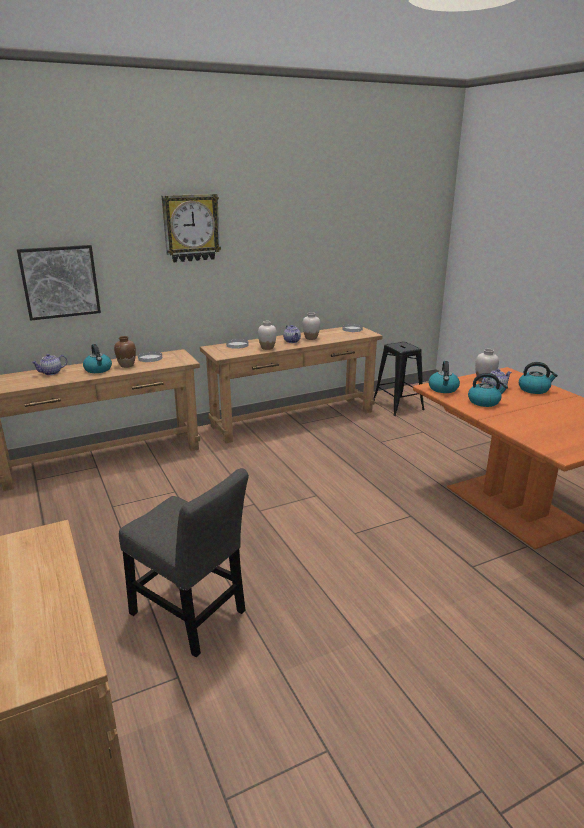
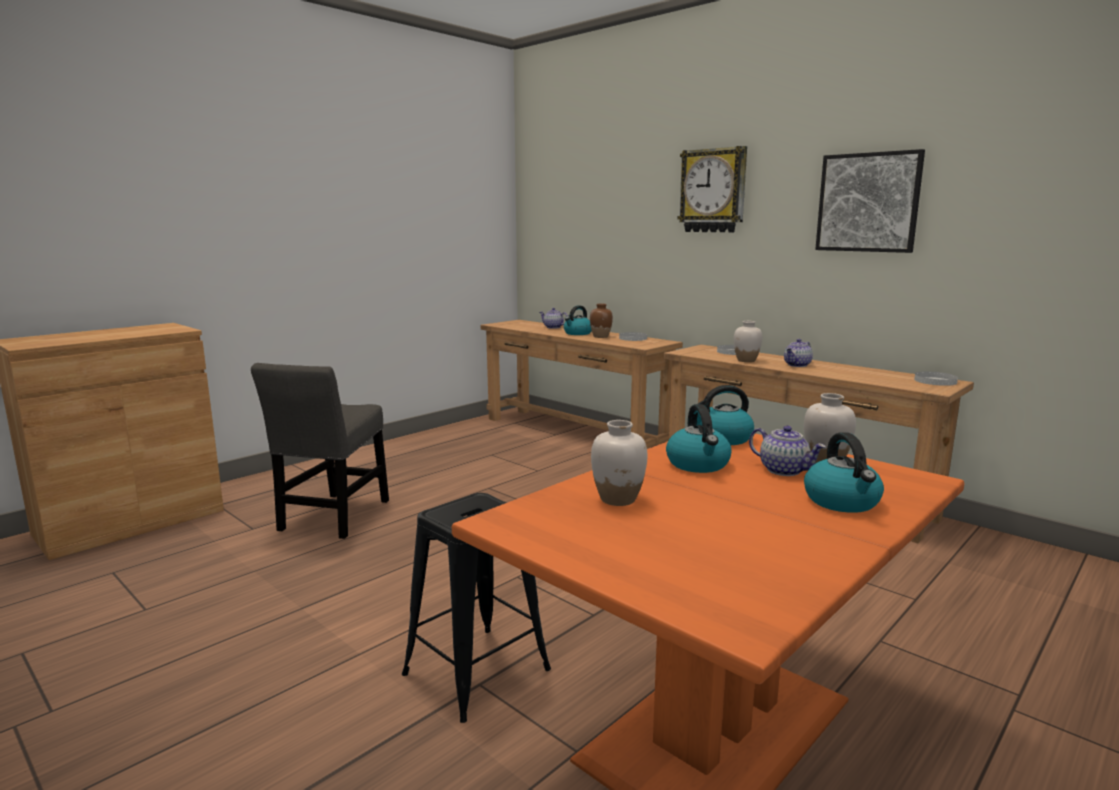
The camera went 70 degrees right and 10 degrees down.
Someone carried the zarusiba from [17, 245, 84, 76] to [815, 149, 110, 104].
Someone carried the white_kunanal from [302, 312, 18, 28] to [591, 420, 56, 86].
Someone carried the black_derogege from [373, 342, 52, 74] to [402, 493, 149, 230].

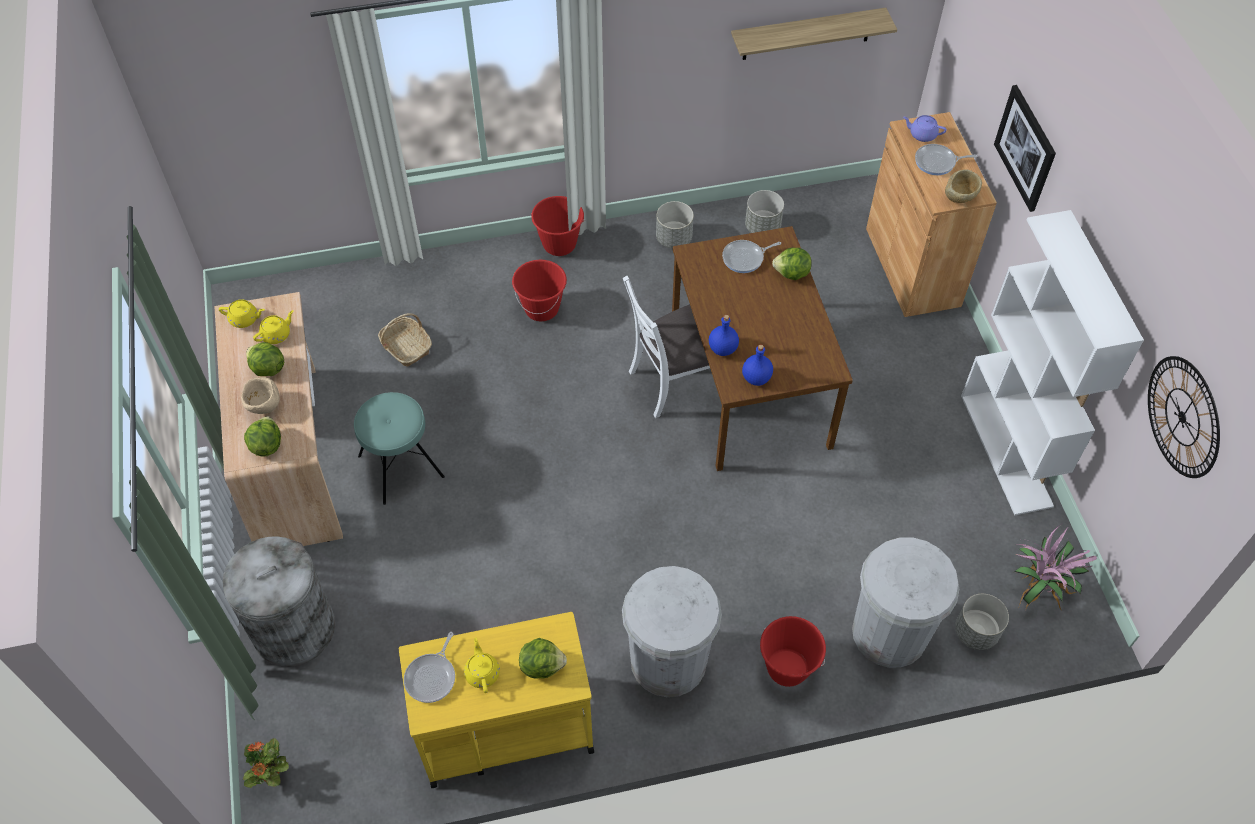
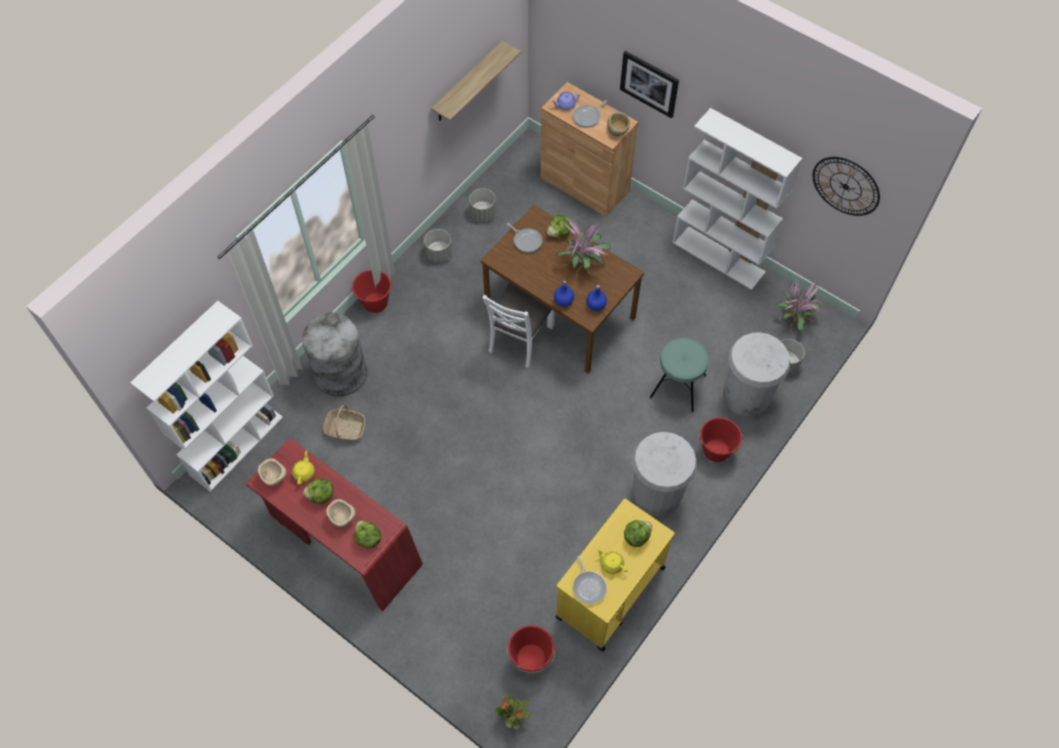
The camera went 40 degrees left and 5 degrees up.
Someone rotated the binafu at [722, 240, 59, 33] by 75 degrees counterclockwise.
Someone carried the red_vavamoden from [512, 260, 55, 61] to [507, 625, 48, 47].
Someone repainted the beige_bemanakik at [214, 292, 129, 254], which became the red_bemanakik at [246, 438, 177, 173].
Someone swapped the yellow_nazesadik at [219, 299, 46, 29] for the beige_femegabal at [258, 458, 29, 28].
Someone carried the turquoise_derogege from [354, 392, 91, 113] to [650, 338, 59, 74].
Someone carried the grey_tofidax from [223, 536, 112, 131] to [302, 312, 65, 85].
Someone put down the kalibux at [556, 216, 54, 62].
Someone put down the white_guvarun at [130, 301, 153, 191].

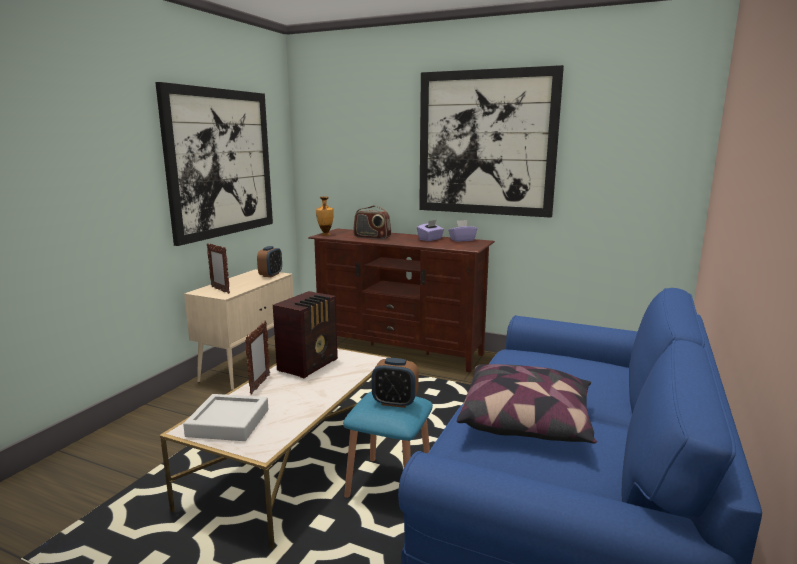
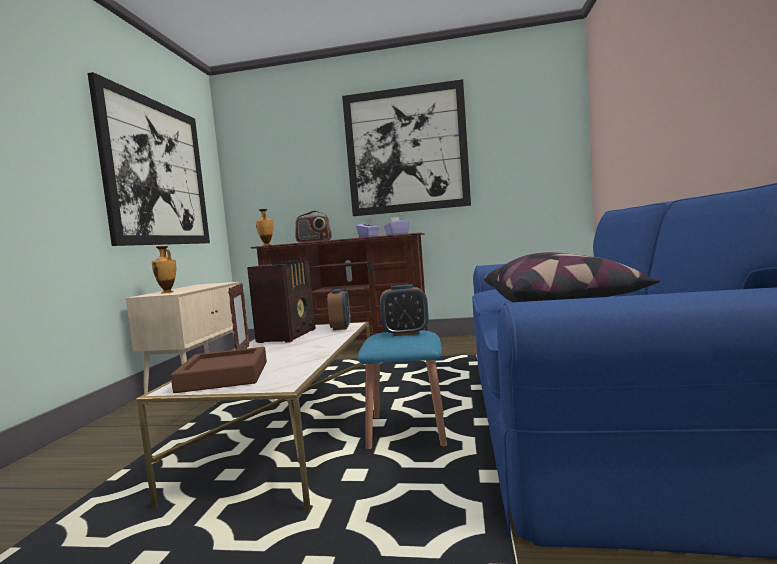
The camera went 15 degrees left and 10 degrees down.
Someone swapped the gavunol at [207, 243, 23, 51] for the kunanal at [152, 246, 24, 47].
Someone carried the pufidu from [257, 246, 25, 31] to [327, 289, 24, 41].
Someone repainted the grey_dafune at [183, 394, 85, 47], which became the brown_dafune at [171, 347, 96, 46].

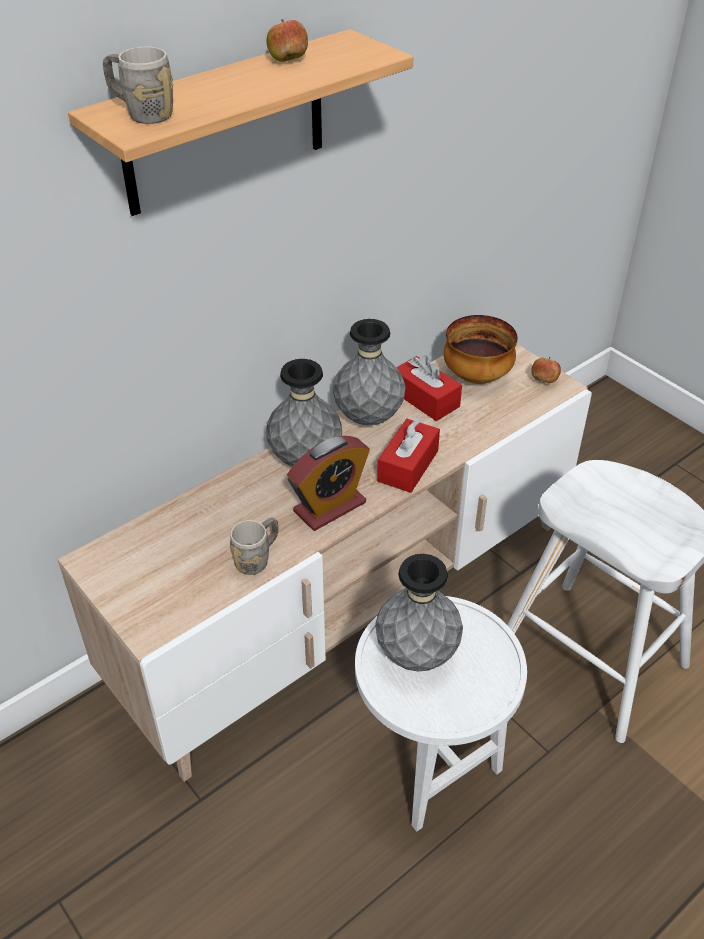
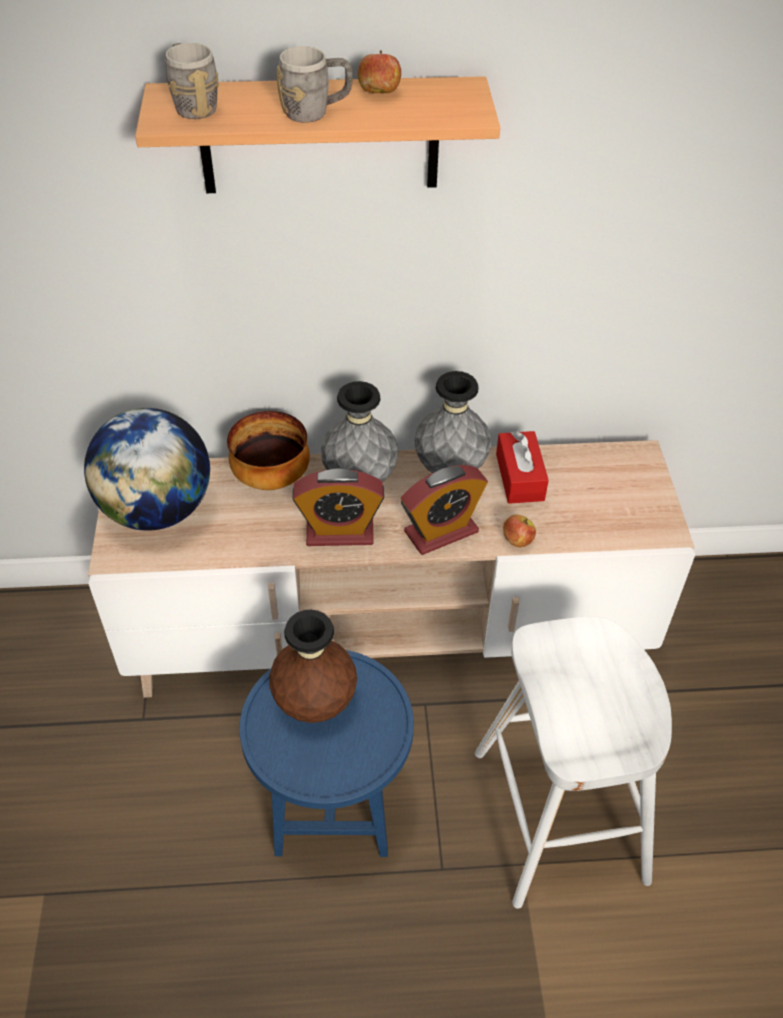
The camera went 35 degrees right and 5 degrees up.
Someone carried the femegabal from [444, 315, 74, 69] to [227, 411, 83, 79].
Someone carried the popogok from [531, 357, 30, 26] to [503, 515, 33, 32].
Someone swapped the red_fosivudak at [377, 417, 63, 76] for the pufidu at [401, 465, 87, 90].
Someone carried the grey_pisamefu from [230, 518, 49, 57] to [277, 46, 76, 77].
Someone repainted the grey_kunanal at [375, 554, 88, 117], which became the brown_kunanal at [269, 610, 88, 113].
Someone repainted the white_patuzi at [355, 596, 172, 236], which became the blue_patuzi at [239, 650, 175, 207].
Someone put down the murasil at [84, 408, 126, 123].

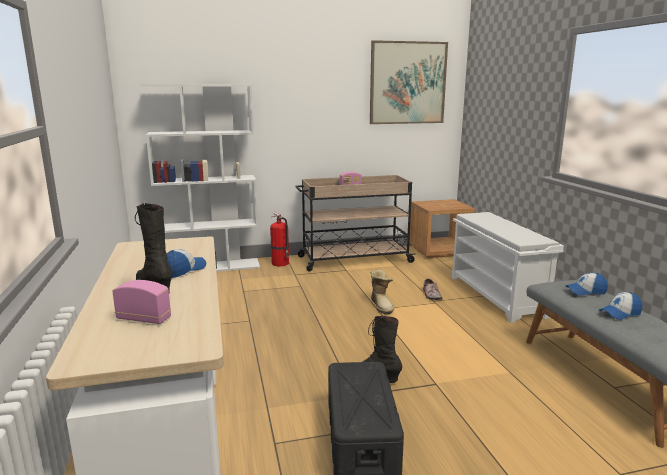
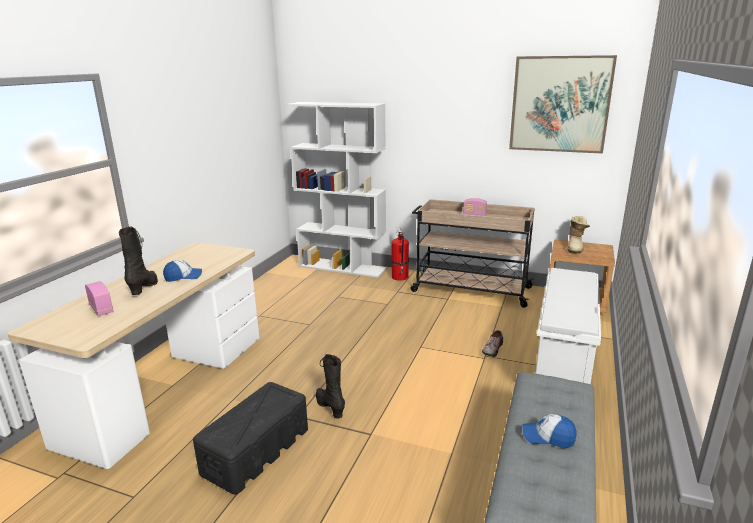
The camera went 35 degrees right and 5 degrees up.
Someone carried the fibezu from [371, 270, 23, 45] to [567, 216, 23, 38].
Someone took away the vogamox at [566, 273, 42, 23].

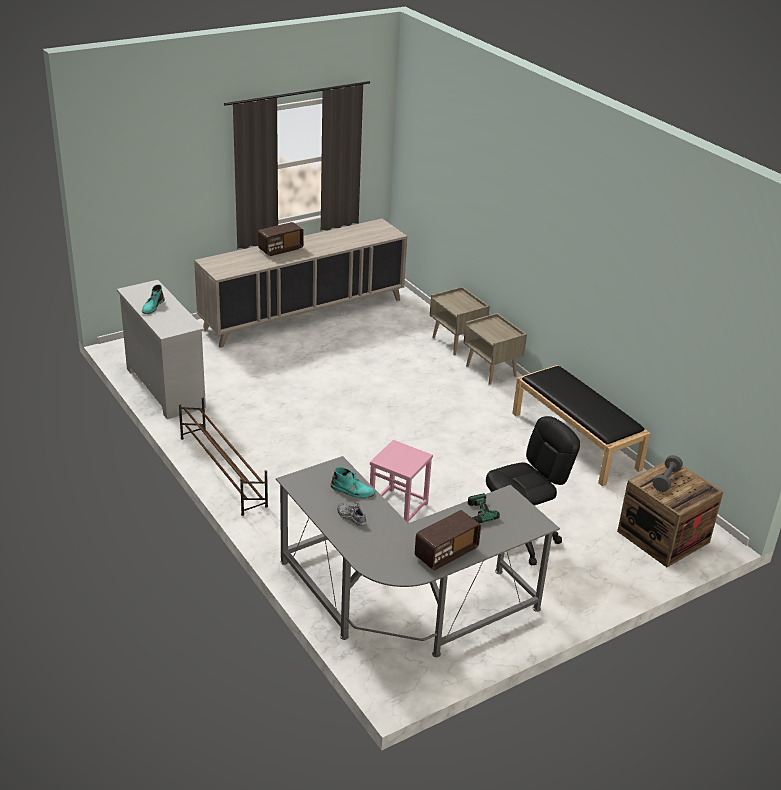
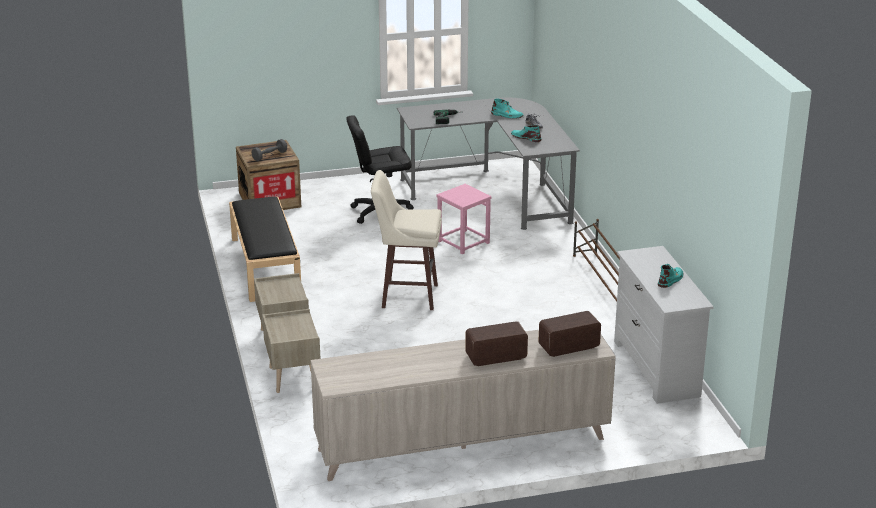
The camera went 160 degrees left and 5 degrees down.
Someone carried the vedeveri from [414, 510, 67, 60] to [538, 311, 63, 46].
Someone put down the turquoise_fibezu at [491, 99, 33, 19].
Someone put down the beige_derogege at [371, 170, 71, 140].

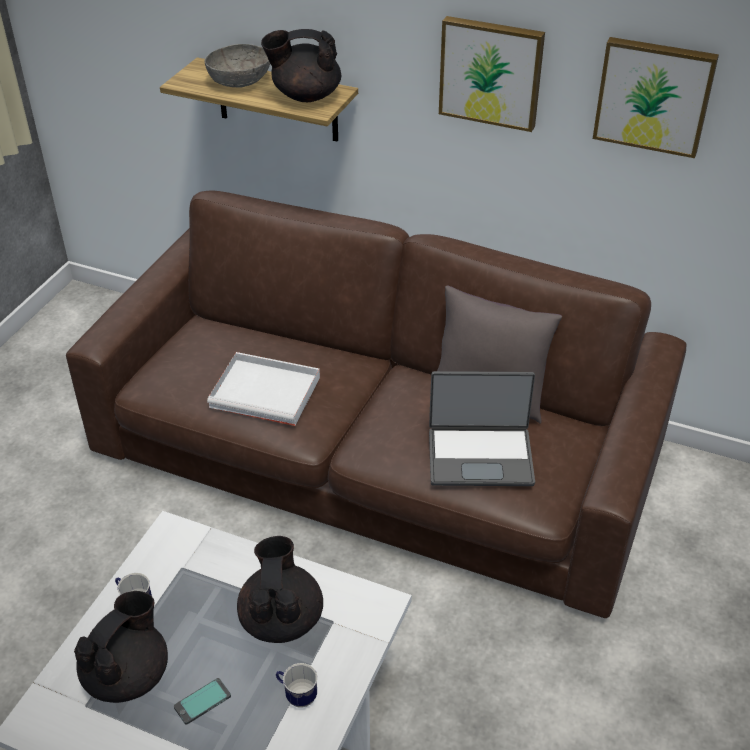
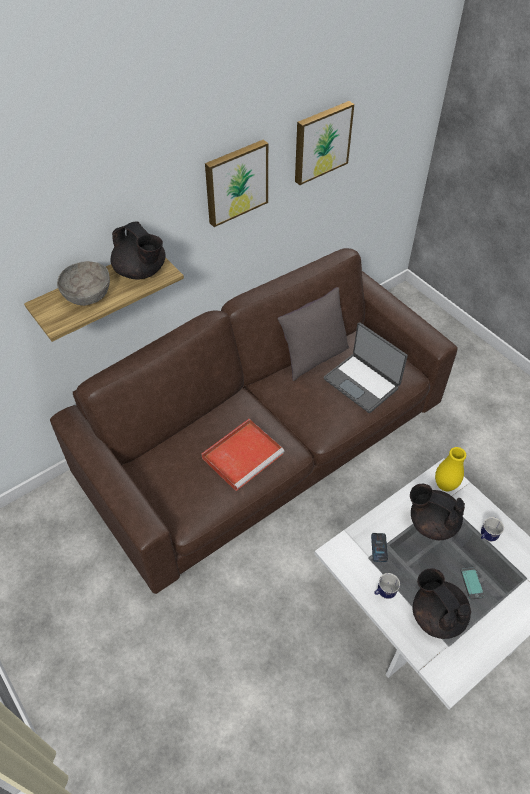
The camera went 60 degrees left and 10 degrees up.
Someone rotated the black_nazesadik at [261, 29, 80, 73] by 75 degrees counterclockwise.
Someone repainted the white_dafune at [207, 352, 113, 74], which became the red_dafune at [202, 419, 83, 72].
Someone rotated the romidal at [429, 371, 106, 115] by 105 degrees clockwise.
Someone put down the yellow_kunanal at [435, 447, 31, 44].
Someone put down the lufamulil at [371, 533, 17, 29].

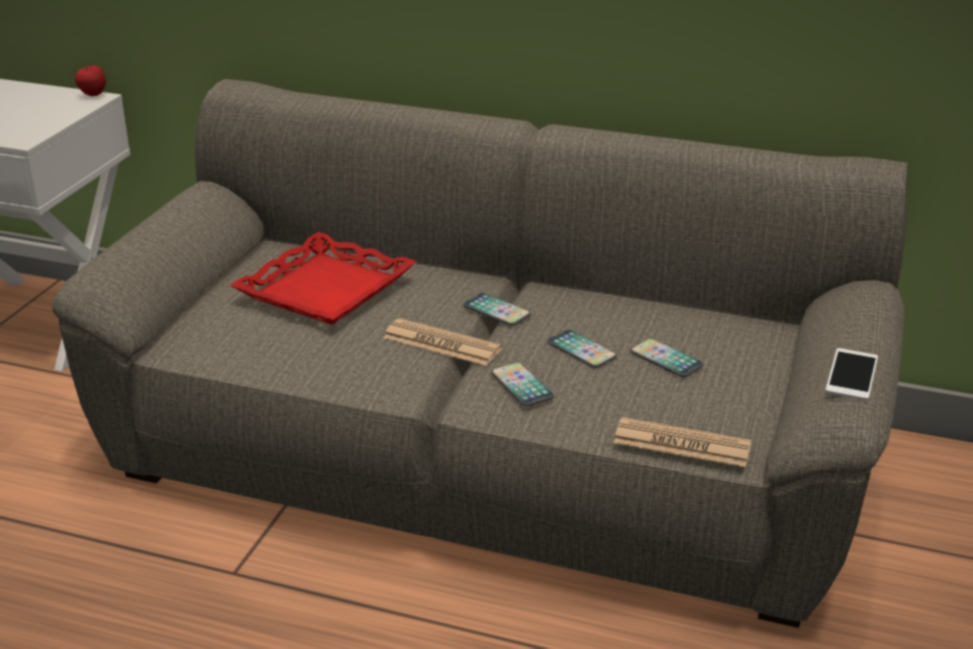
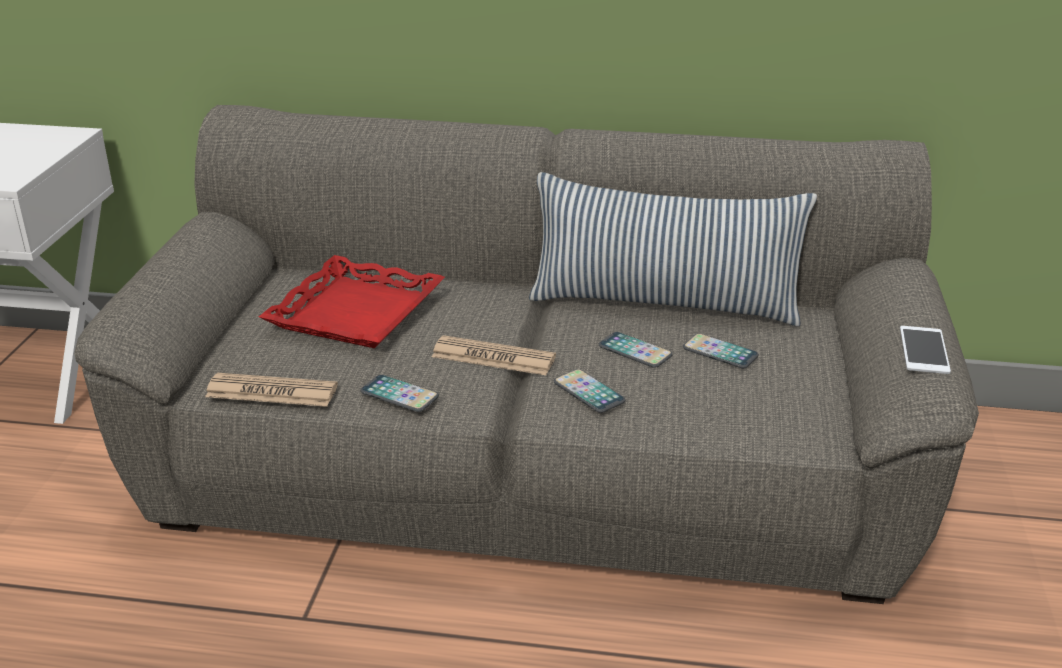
The camera went 10 degrees left and 0 degrees up.
Someone took away the popogok at [75, 65, 31, 31].
Someone carried the lufamulil from [463, 293, 68, 33] to [361, 375, 78, 37].
Someone carried the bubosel from [614, 417, 137, 50] to [205, 373, 133, 34].
Someone put down the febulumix at [529, 172, 288, 154].

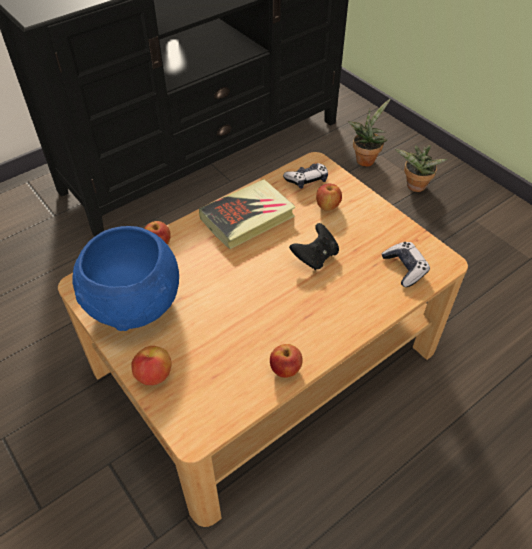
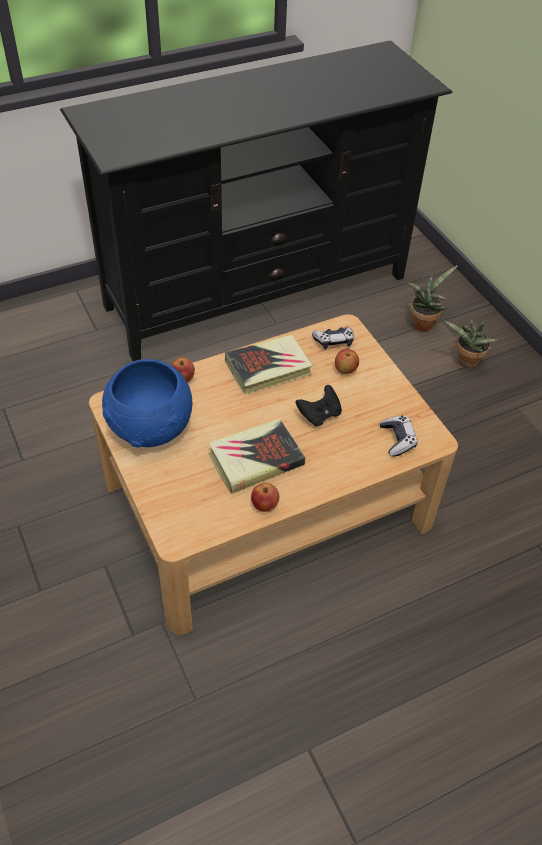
The camera went 10 degrees right and 0 degrees up.
Someone took away the popogok at [131, 346, 41, 39].
Someone put down the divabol at [209, 418, 96, 76].

